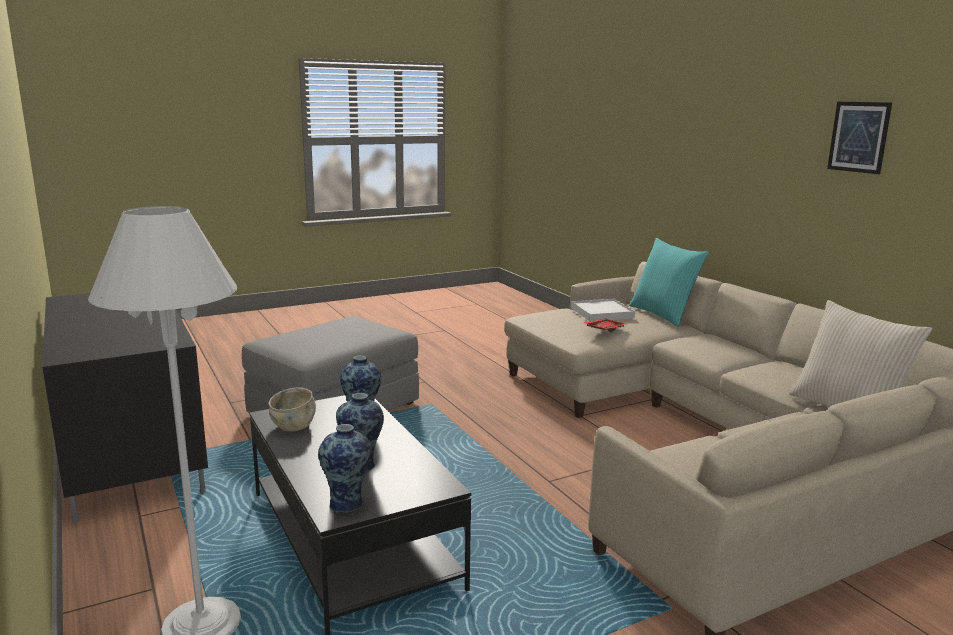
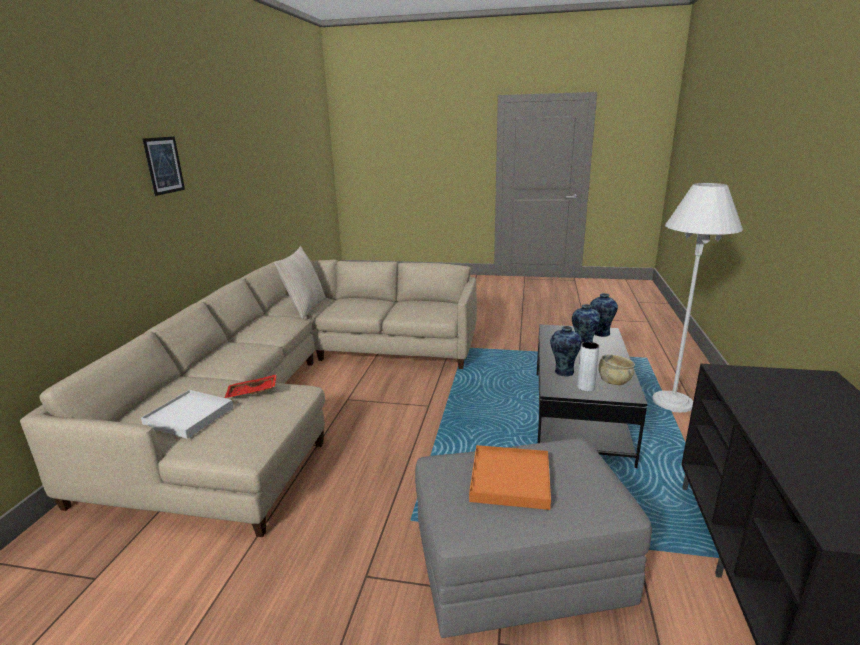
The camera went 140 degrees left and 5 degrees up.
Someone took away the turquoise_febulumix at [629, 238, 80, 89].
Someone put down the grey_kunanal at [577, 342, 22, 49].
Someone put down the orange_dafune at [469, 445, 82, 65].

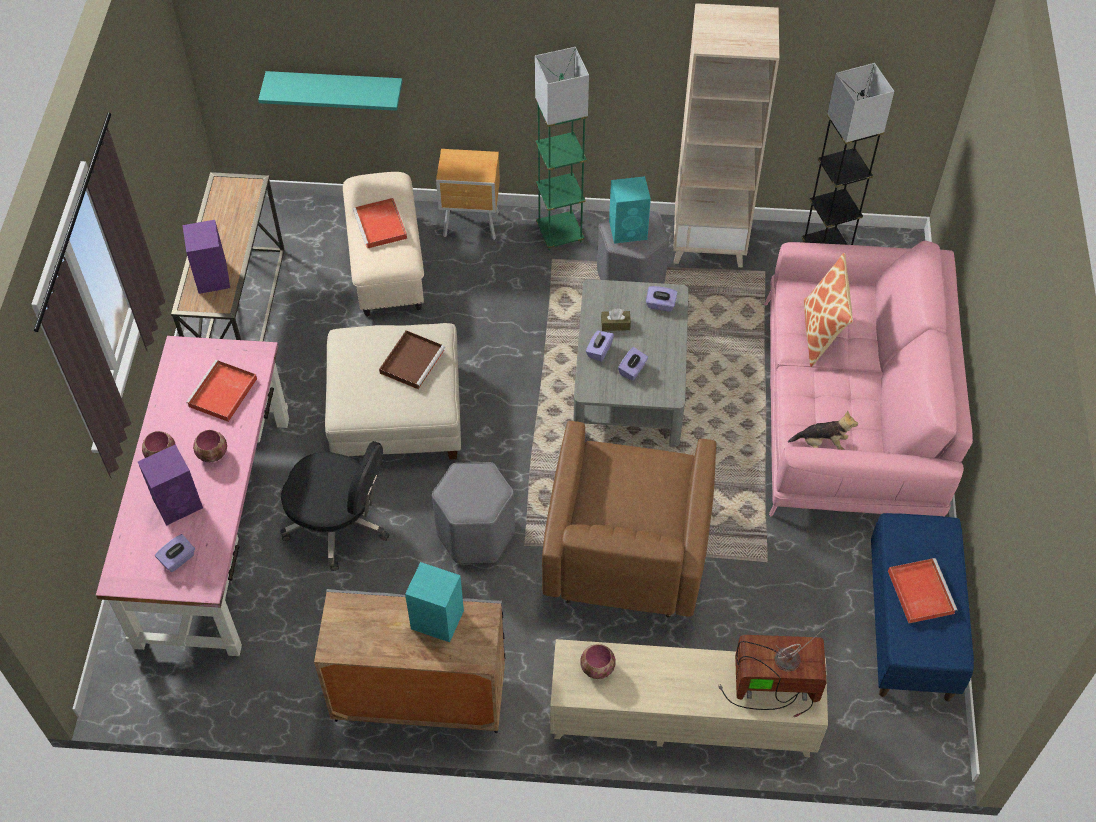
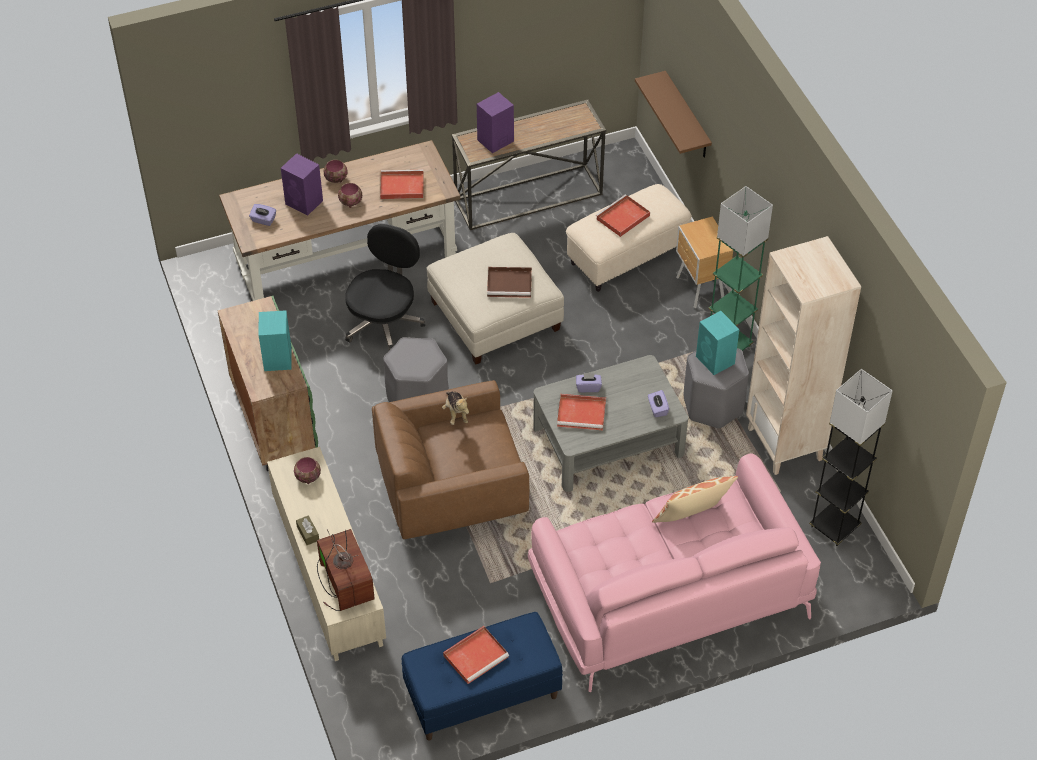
The camera went 65 degrees right and 5 degrees down.
Someone repainted the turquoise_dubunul at [258, 71, 144, 40], which became the brown_dubunul at [635, 71, 77, 87].
Someone carried the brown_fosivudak from [601, 308, 30, 23] to [296, 515, 23, 30].
Someone repainted the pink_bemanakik at [96, 336, 193, 320], which became the brown_bemanakik at [219, 140, 241, 161].
Someone swapped the purple_fosivudak at [618, 347, 30, 34] for the red_dafune at [557, 394, 49, 36].
Someone carried the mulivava from [788, 411, 70, 39] to [442, 391, 27, 34].
Someone rotated the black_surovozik at [280, 441, 110, 130] by 150 degrees counterclockwise.
Someone repainted the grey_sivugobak at [314, 589, 191, 144], which became the green_sivugobak at [218, 296, 100, 175].

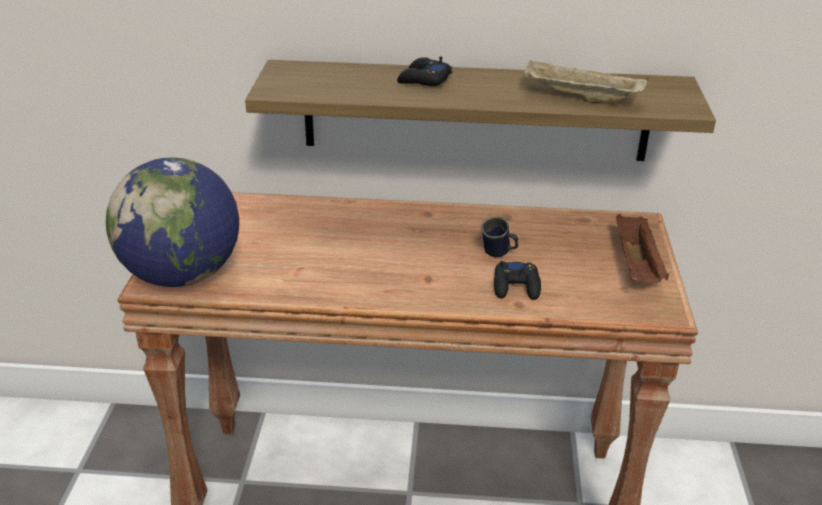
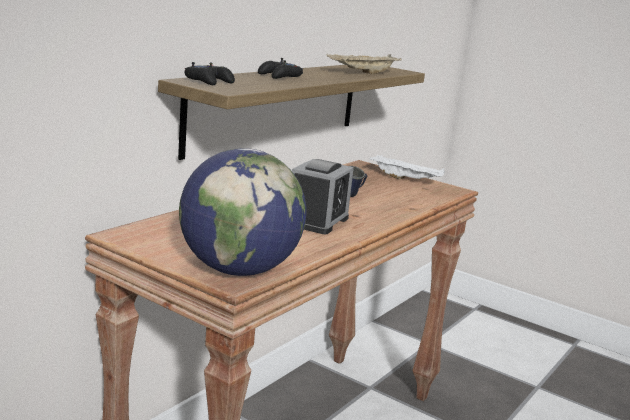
The camera went 60 degrees left and 15 degrees down.
Someone repainted the brown_dafune at [616, 214, 53, 69], which became the white_dafune at [370, 155, 75, 24].
Someone carried the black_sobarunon from [494, 261, 47, 39] to [184, 62, 51, 23].
Someone put down the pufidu at [292, 159, 62, 75].

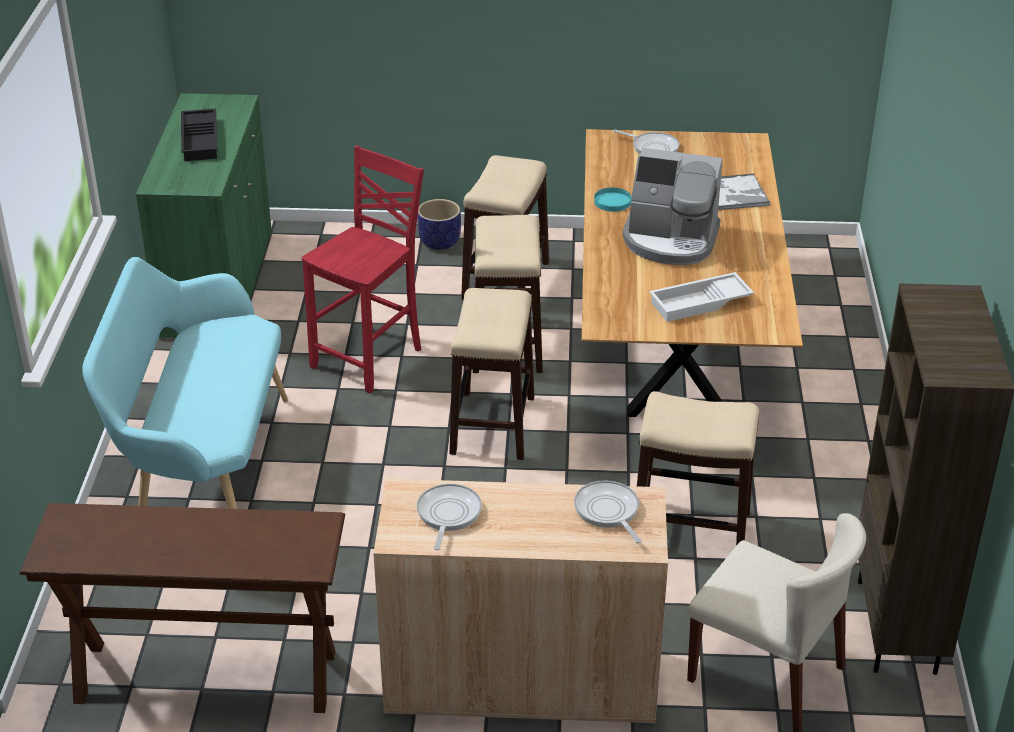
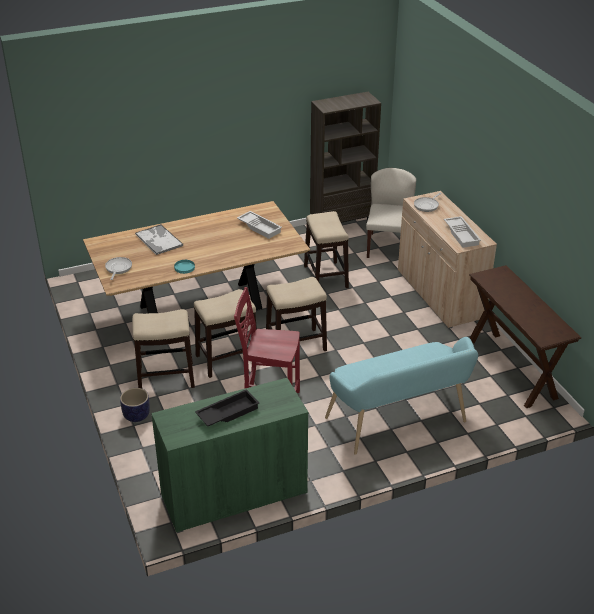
The camera went 115 degrees left and 0 degrees up.
Someone took away the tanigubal at [623, 148, 100, 117].
Someone swapped the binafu at [417, 484, 65, 66] for the white_dafune at [444, 216, 37, 32].

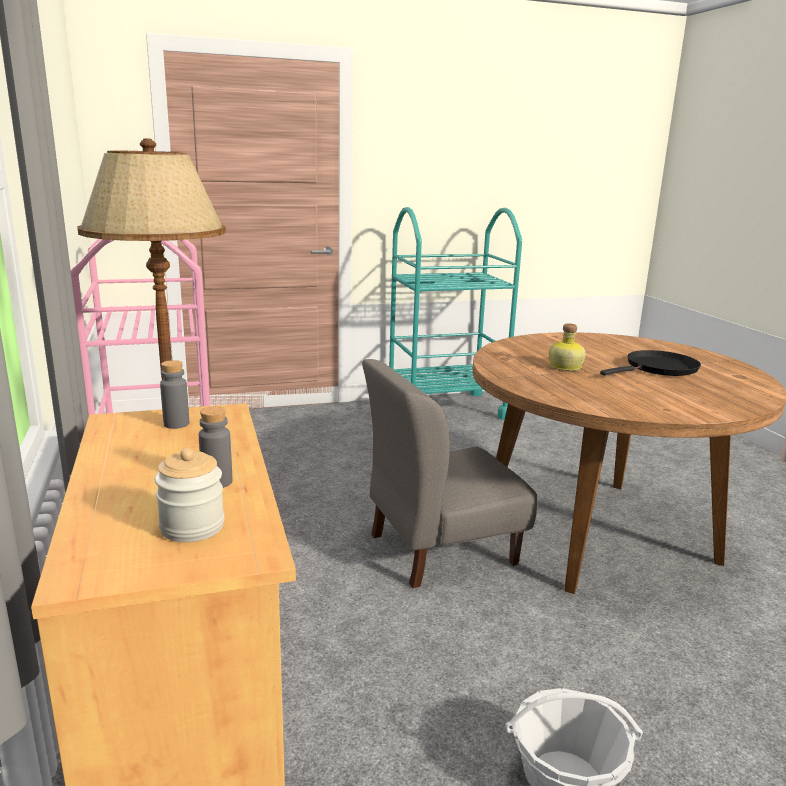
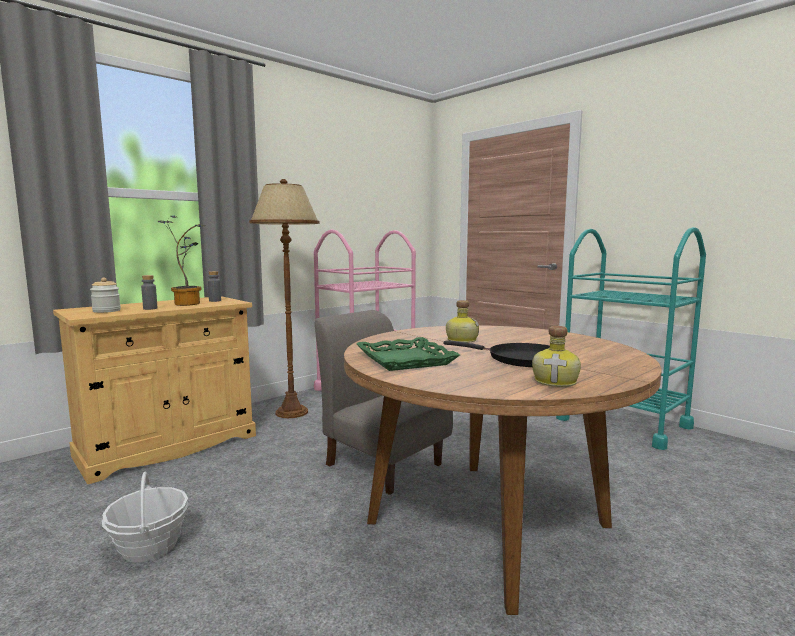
The camera went 65 degrees right and 10 degrees down.
Someone put down the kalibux at [158, 216, 47, 90].
Someone put down the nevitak at [532, 326, 49, 61].
Someone put down the green_dafune at [356, 337, 104, 34].

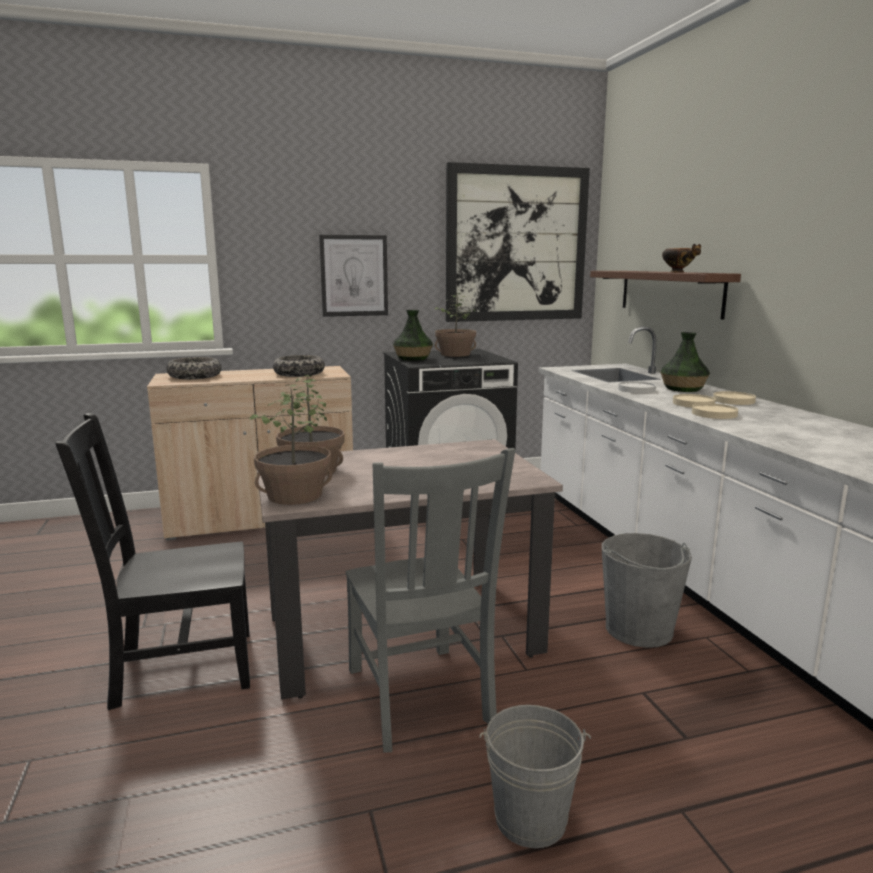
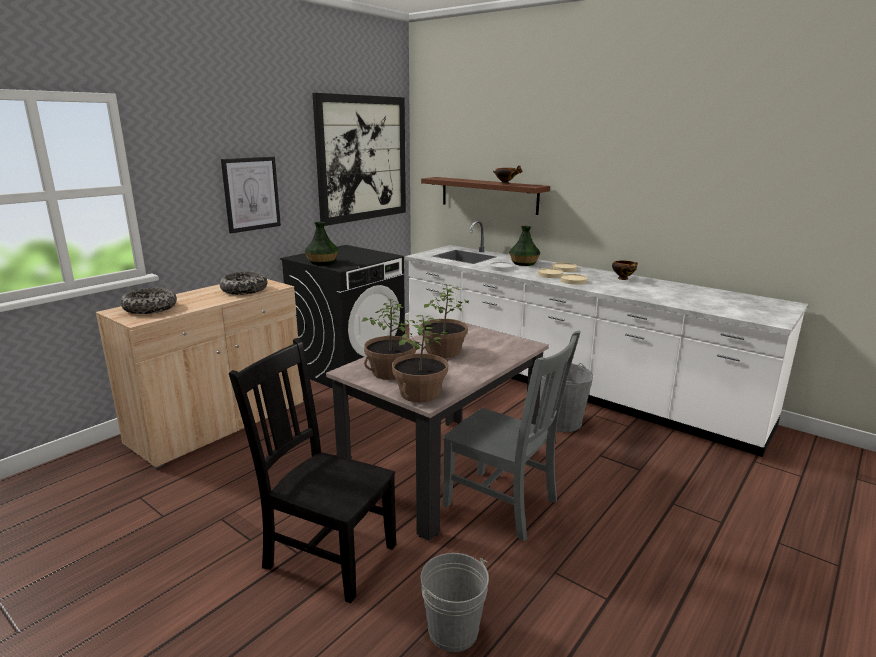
The camera went 35 degrees left and 5 degrees up.
Someone carried the kalibux from [434, 293, 42, 64] to [421, 284, 48, 74].
Someone rotated the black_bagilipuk at [55, 413, 195, 297] by 75 degrees clockwise.
Someone carried the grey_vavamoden from [479, 705, 112, 143] to [421, 553, 68, 99].
Someone put down the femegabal at [612, 260, 26, 20].

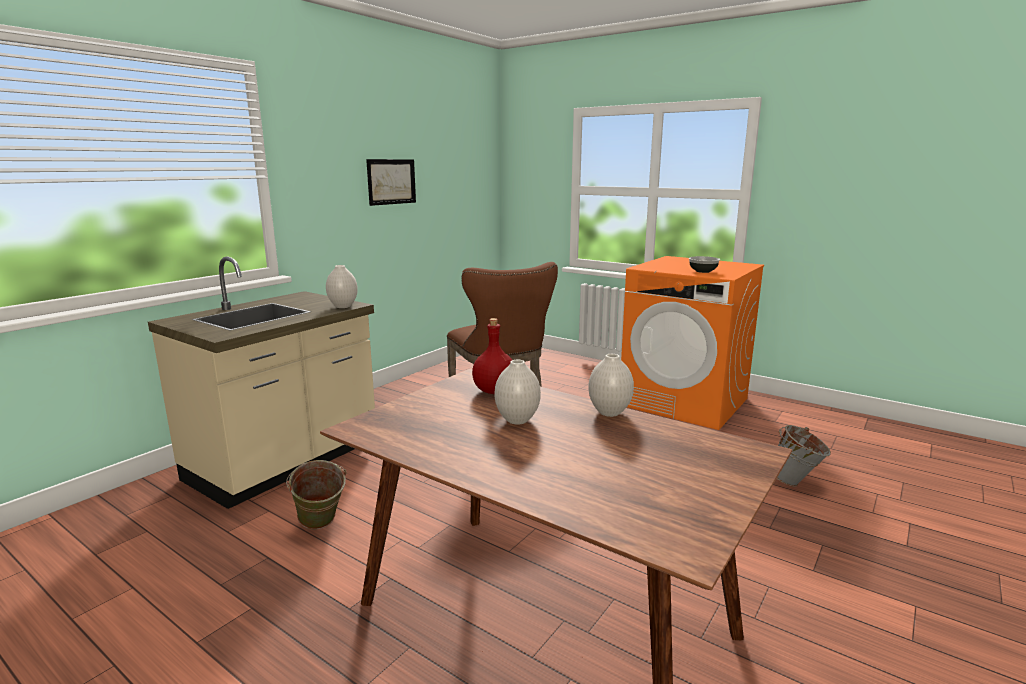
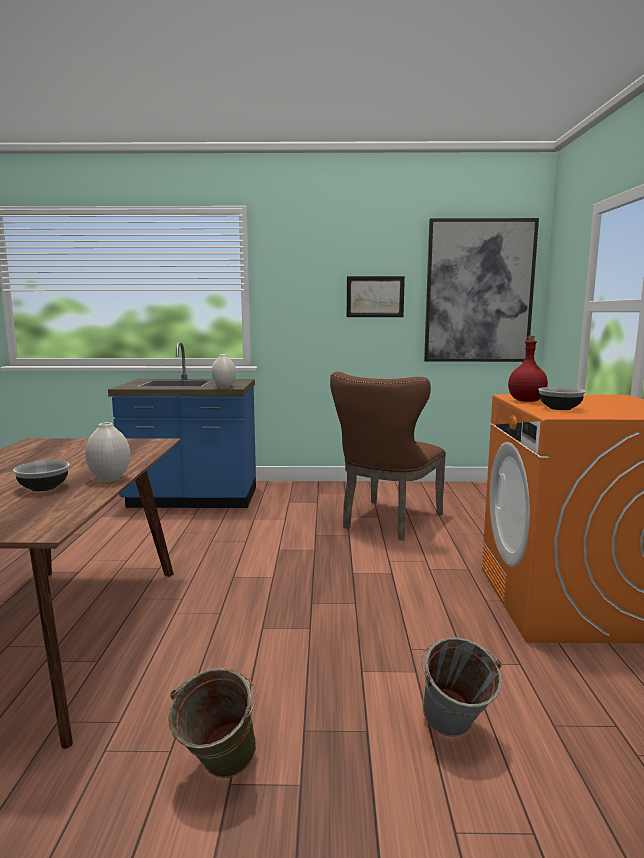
The camera went 55 degrees right and 5 degrees down.
Someone repainted the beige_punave at [148, 256, 227, 253], which became the blue_punave at [108, 342, 148, 166].
Someone carried the red_nevitak from [472, 318, 40, 76] to [508, 336, 40, 66].
Someone took away the white_kunanal at [495, 360, 46, 65].
Someone carried the green_vavamoden from [286, 460, 60, 69] to [168, 668, 88, 110].
Someone put up the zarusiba at [424, 218, 115, 144].
Someone put down the femegabal at [13, 460, 56, 31].

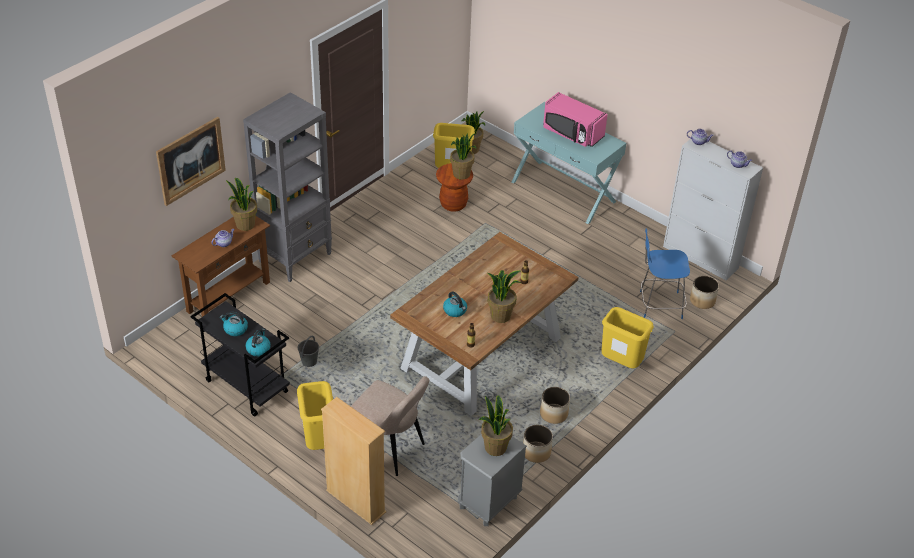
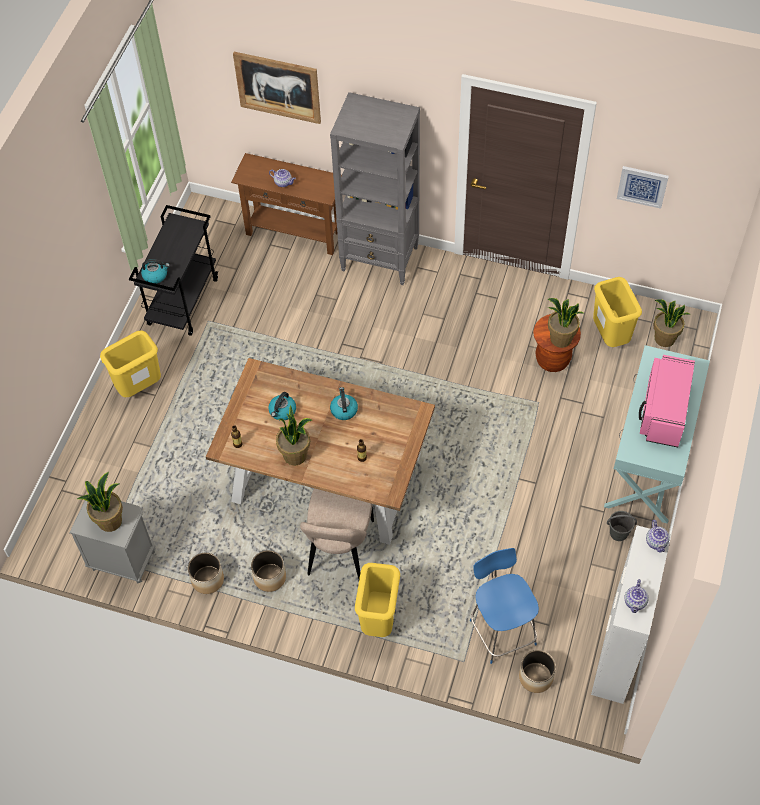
The camera went 70 degrees right and 15 degrees up.
Someone took away the kalibux at [226, 178, 31, 53].
Someone carried the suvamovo from [220, 312, 28, 24] to [330, 387, 28, 33].
Someone carried the grey_vavamoden from [298, 336, 21, 31] to [607, 511, 30, 30].
Someone carried the beige_bagilipuk from [351, 376, 78, 100] to [300, 488, 74, 91].
Someone took away the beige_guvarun at [321, 397, 65, 128].
Someone put up the zarusiba at [617, 166, 52, 43].

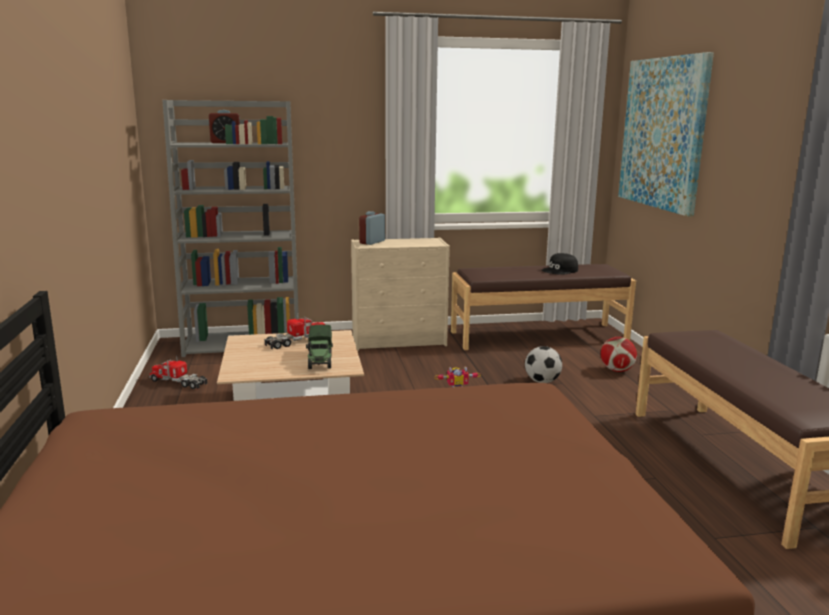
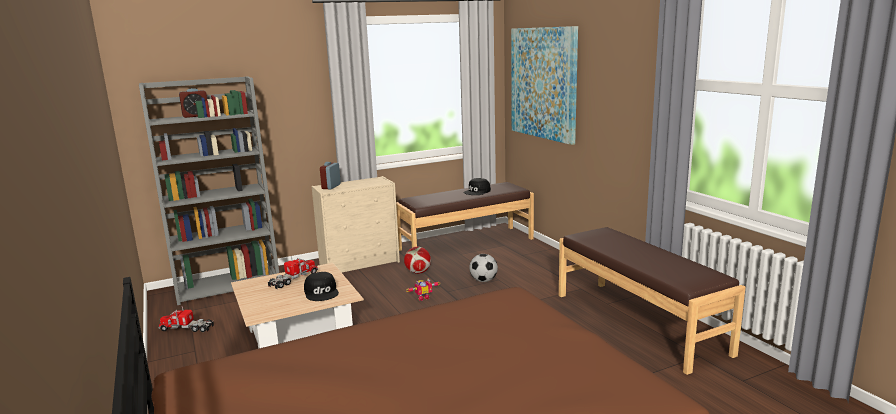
The camera went 15 degrees left and 0 degrees up.
Someone swapped the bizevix at [306, 325, 27, 44] for the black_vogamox at [304, 272, 35, 29].
Someone carried the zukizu from [601, 337, 36, 35] to [404, 247, 27, 27].

